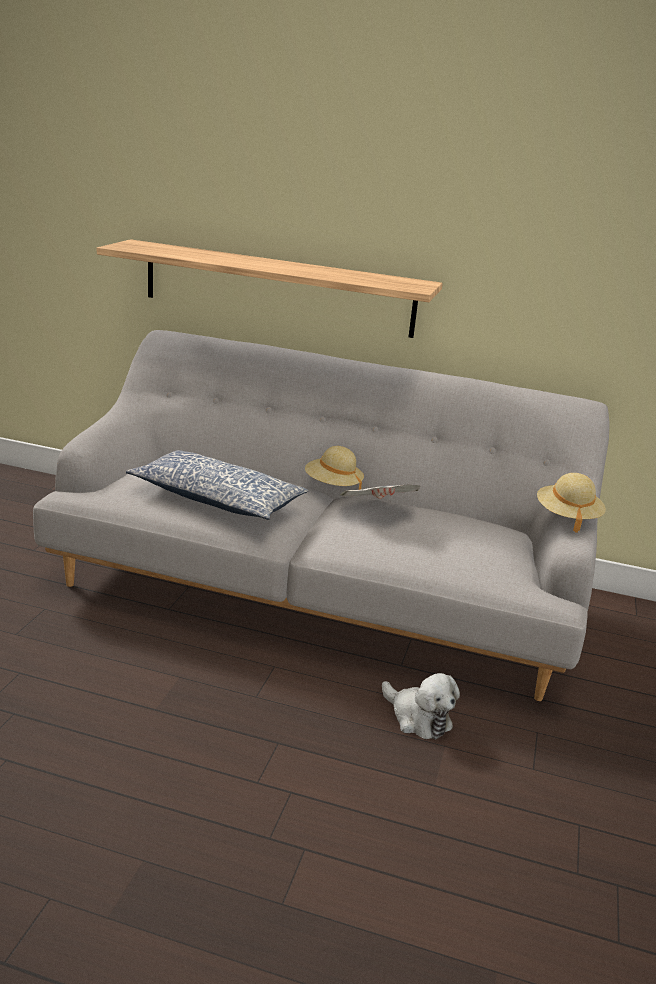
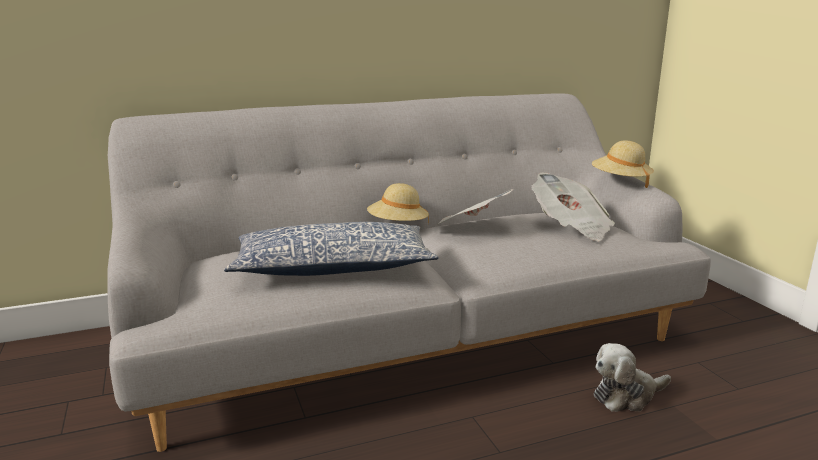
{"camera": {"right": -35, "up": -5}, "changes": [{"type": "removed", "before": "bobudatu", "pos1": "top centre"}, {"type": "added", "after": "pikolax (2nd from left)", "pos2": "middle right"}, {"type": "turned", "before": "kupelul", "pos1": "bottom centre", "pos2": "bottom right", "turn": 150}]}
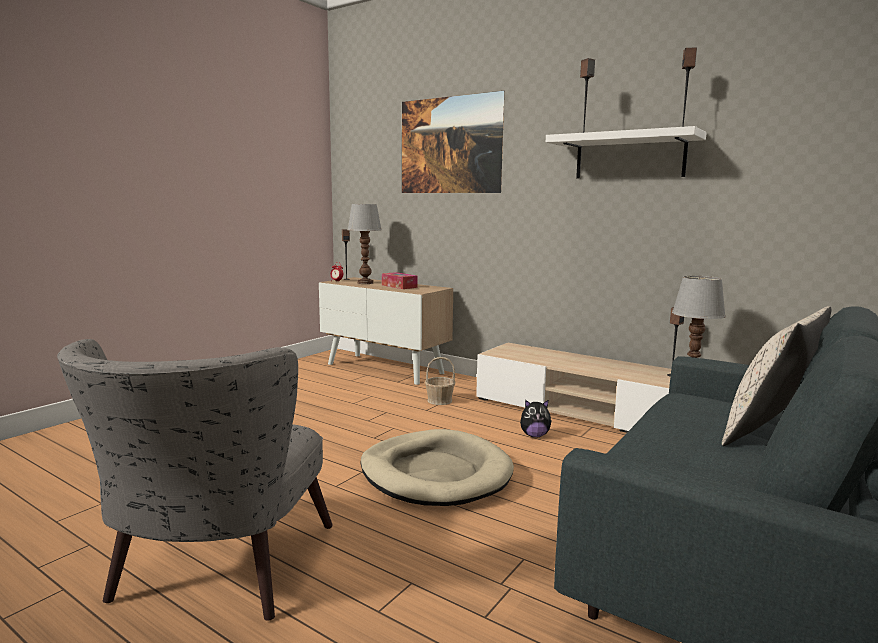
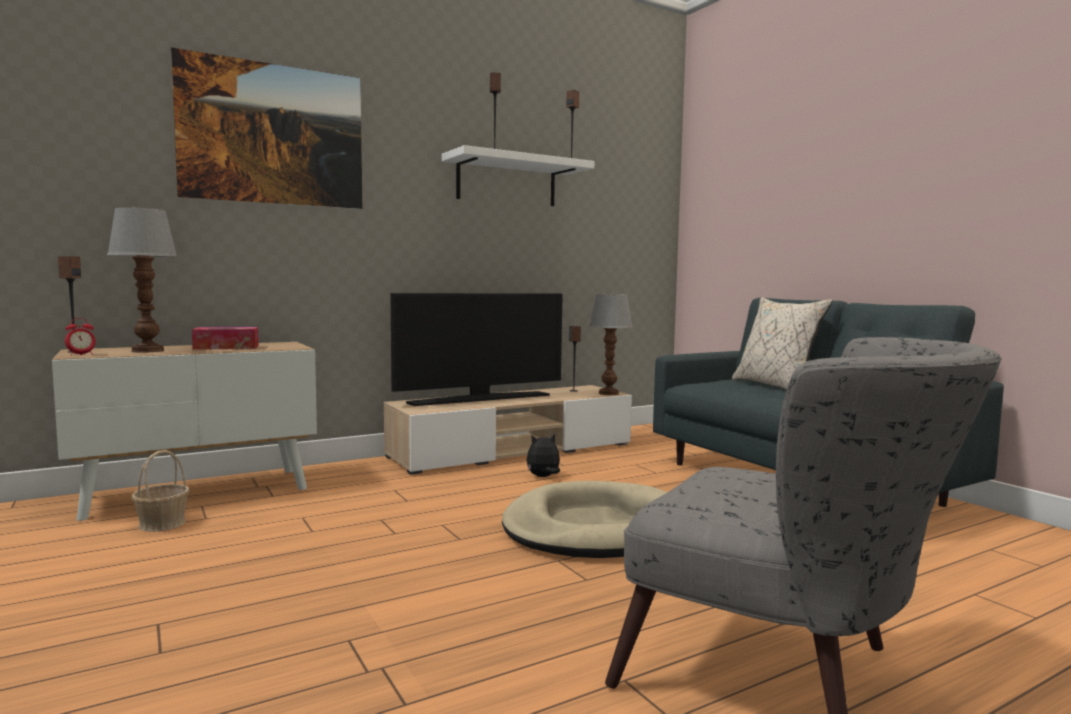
{"camera": {"right": -65, "up": -5}, "changes": [{"type": "added", "after": "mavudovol", "pos2": "centre"}, {"type": "moved", "before": "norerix", "pos1": "centre", "pos2": "bottom left"}, {"type": "turned", "before": "kupelul", "pos1": "centre", "pos2": "centre", "turn": -135}]}
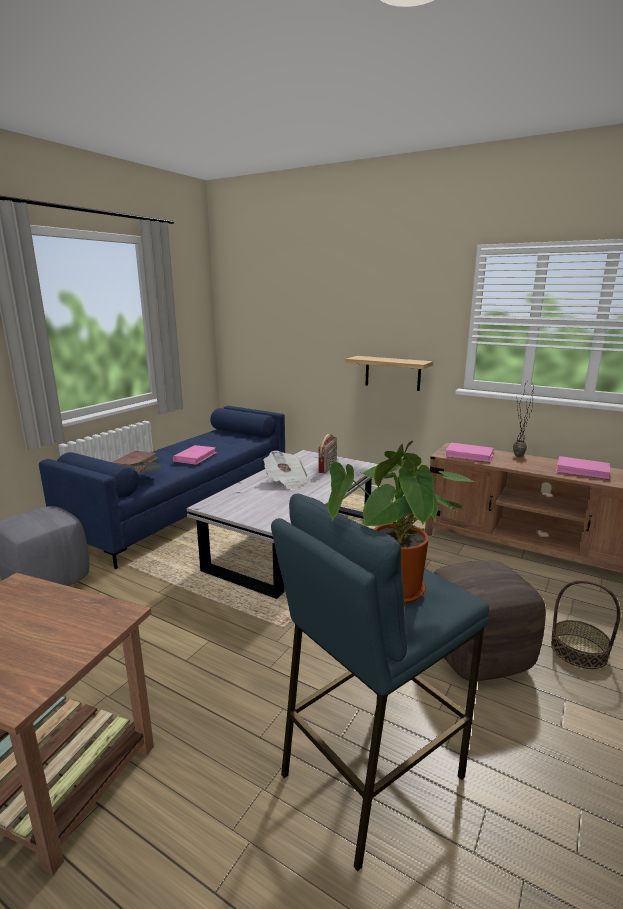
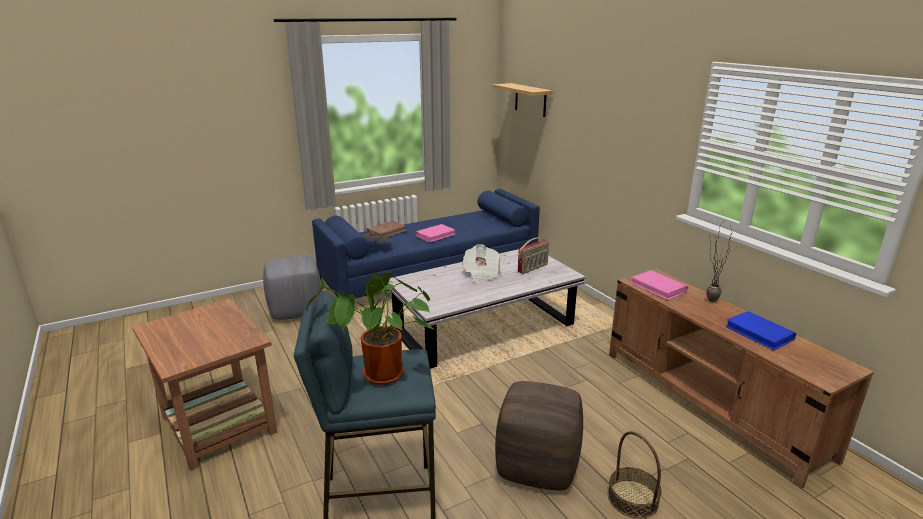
{"camera": {"right": 30, "up": 5}, "changes": [{"type": "moved", "before": "bobudatu", "pos1": "centre", "pos2": "top centre"}, {"type": "recoloured", "before": "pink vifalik (3rd from left)", "after": "blue vifalik", "pos1": "middle right", "pos2": "middle right"}]}
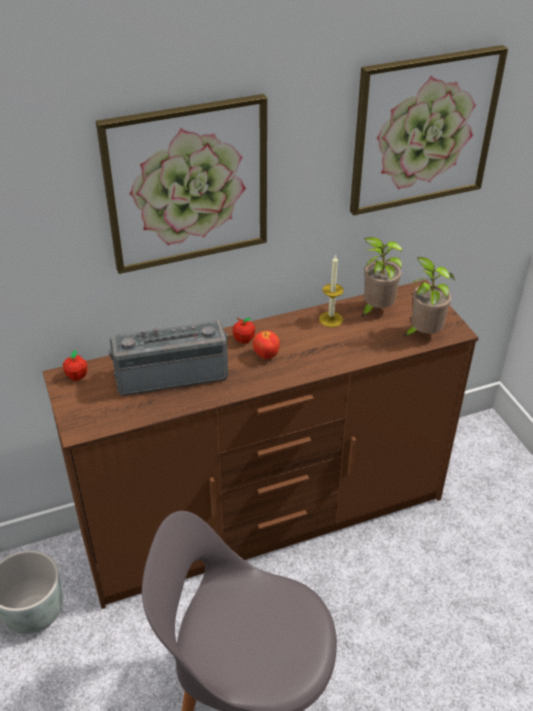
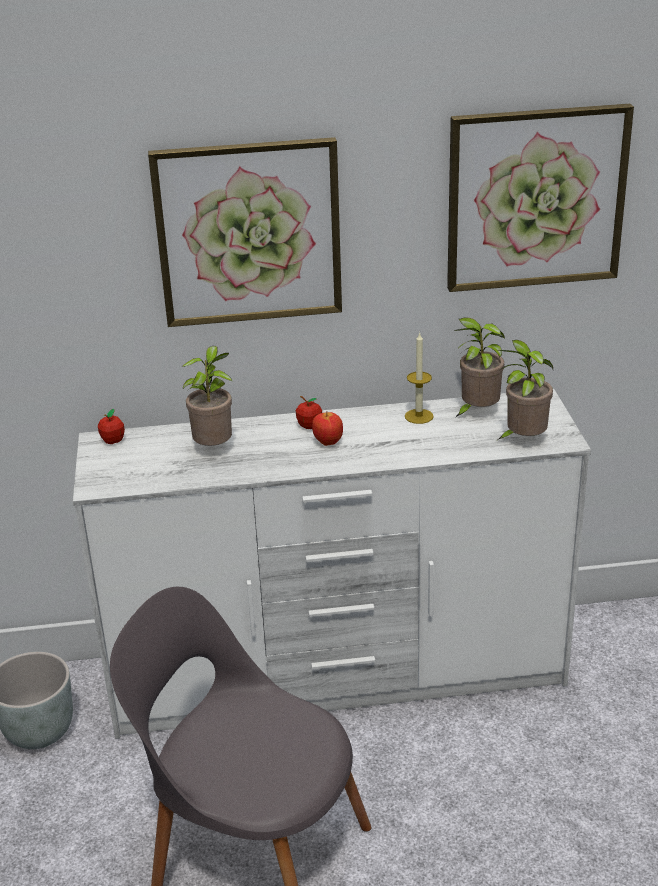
{"camera": {"right": 15, "up": -10}, "changes": [{"type": "replaced", "before": "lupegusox", "after": "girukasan (1st from left)", "pos1": "middle left", "pos2": "middle left"}, {"type": "recoloured", "before": "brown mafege", "after": "white mafege", "pos1": "centre", "pos2": "centre"}]}
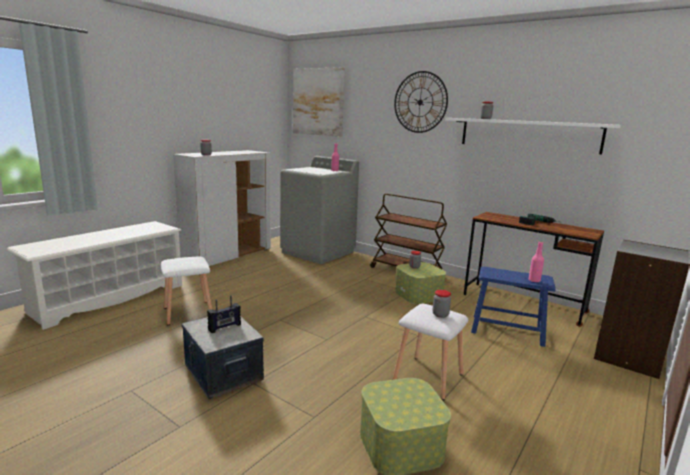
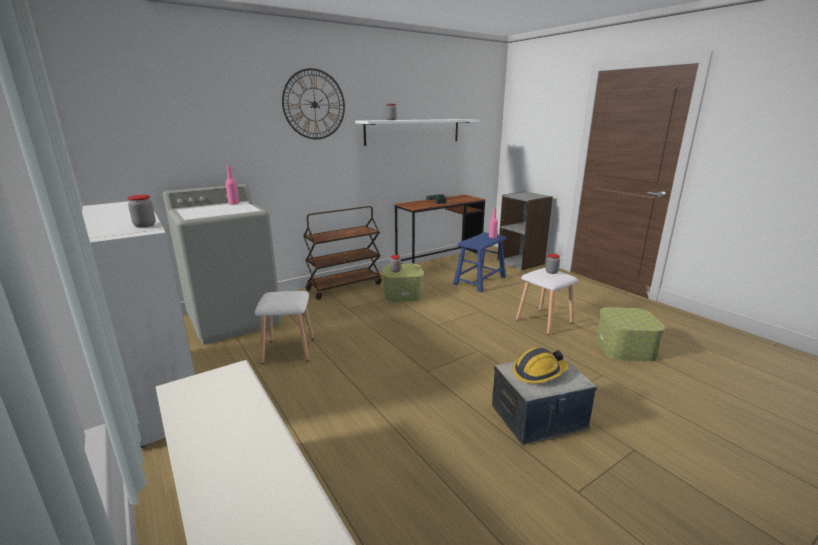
{"camera": {"right": -70, "up": 5}, "changes": [{"type": "removed", "before": "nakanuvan", "pos1": "top centre"}, {"type": "moved", "before": "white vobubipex (1st from left)", "pos1": "middle left", "pos2": "centre"}, {"type": "replaced", "before": "lupegusox", "after": "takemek", "pos1": "middle left", "pos2": "bottom centre"}]}
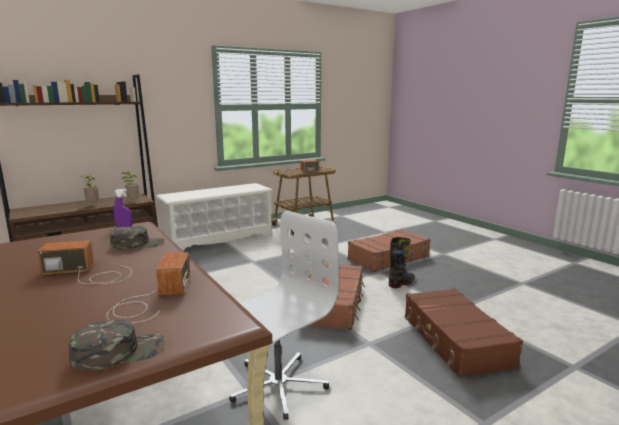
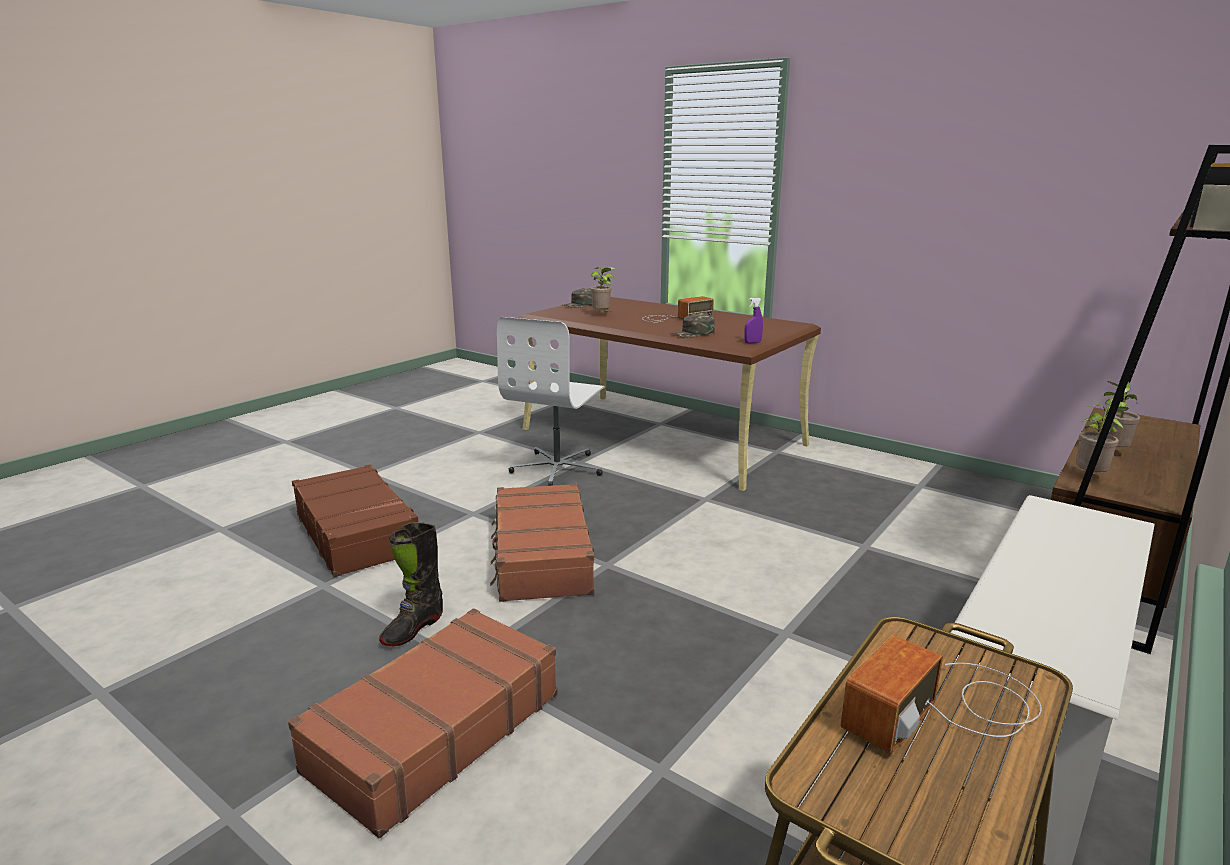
{"camera": {"right": 160, "up": 5}, "changes": [{"type": "replaced", "before": "lupegusox (2nd from left)", "after": "girukasan (1st from left)", "pos1": "bottom left", "pos2": "centre"}]}
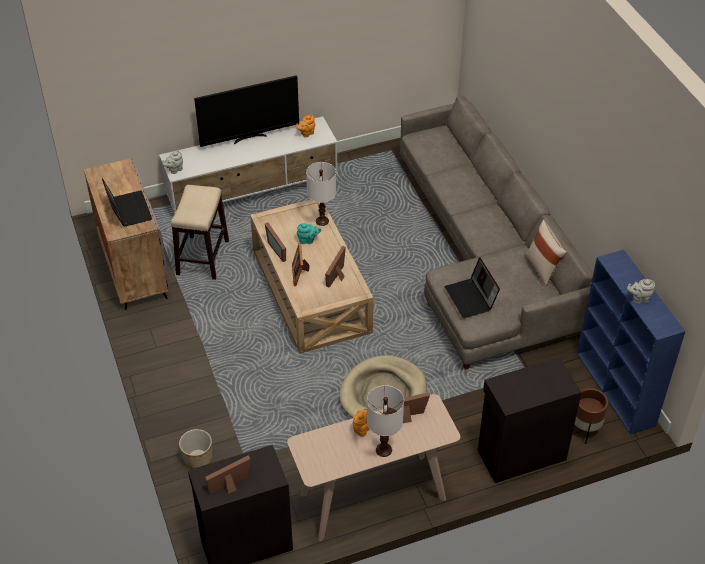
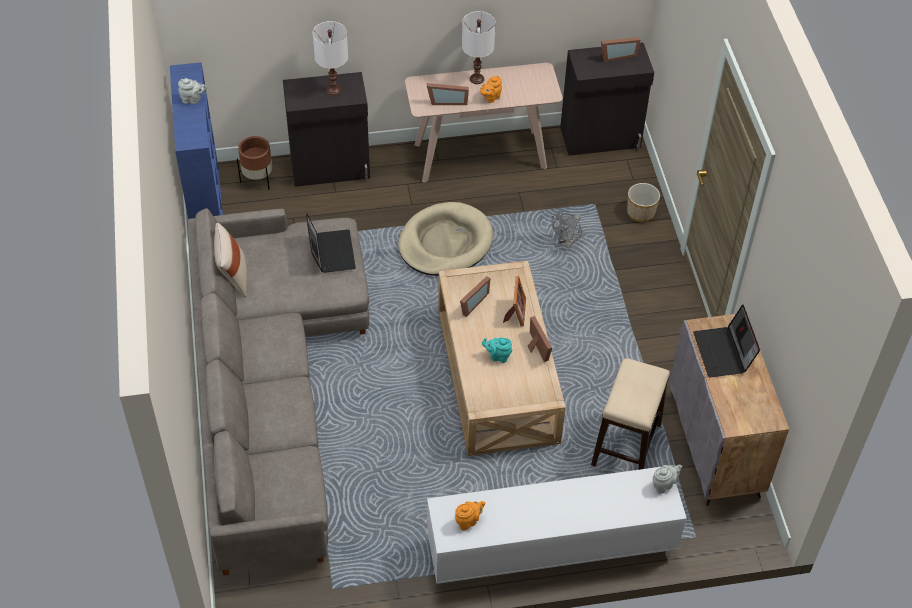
{"camera": {"right": -170, "up": 5}, "changes": [{"type": "removed", "before": "mavudovol", "pos1": "top centre"}, {"type": "added", "after": "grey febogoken", "pos2": "centre"}, {"type": "moved", "before": "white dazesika (1st from left)", "pos1": "centre", "pos2": "top centre"}]}
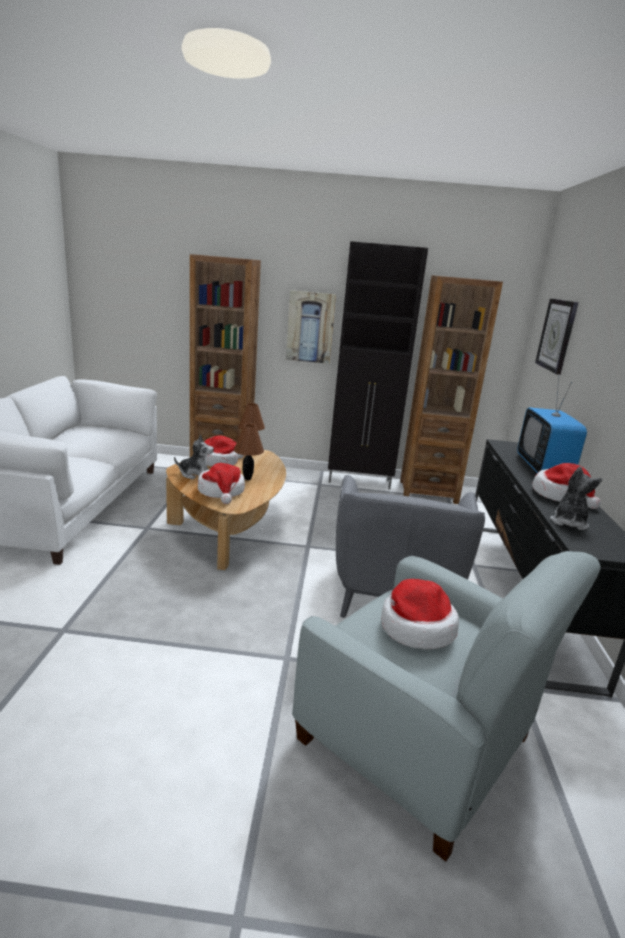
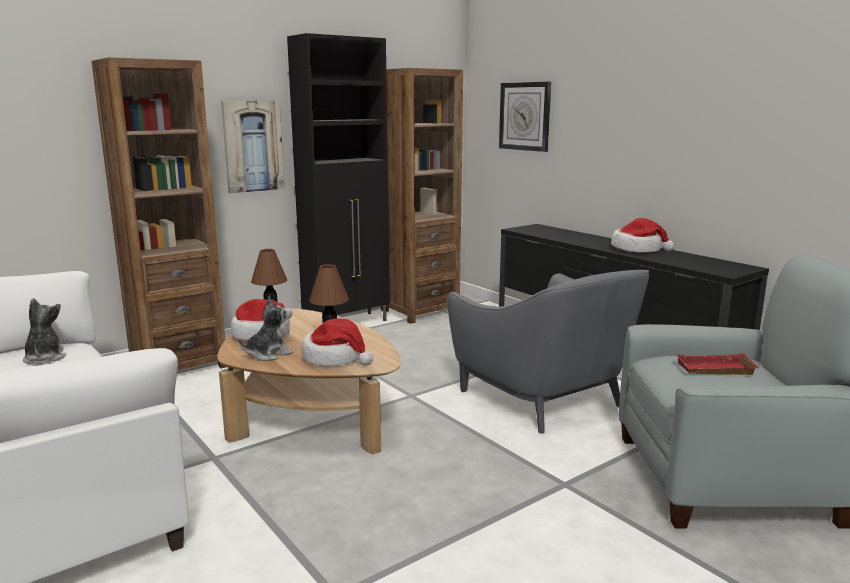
{"camera": {"right": -40, "up": -5}, "changes": [{"type": "removed", "before": "mavudovol", "pos1": "middle right"}, {"type": "moved", "before": "kupelul (2nd from left in the first image)", "after": "kupelul (1st from left)", "pos1": "middle right", "pos2": "middle left"}, {"type": "replaced", "before": "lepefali (3rd from left)", "after": "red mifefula", "pos1": "middle right", "pos2": "middle right"}]}
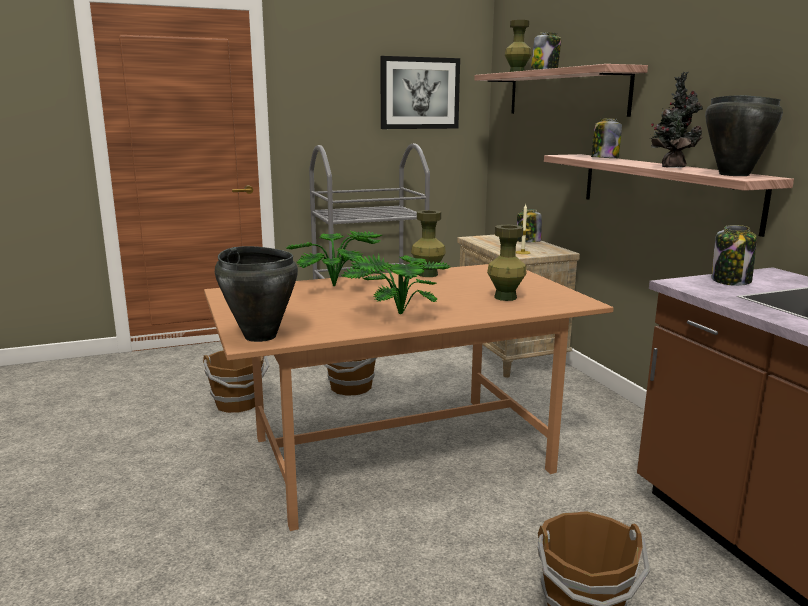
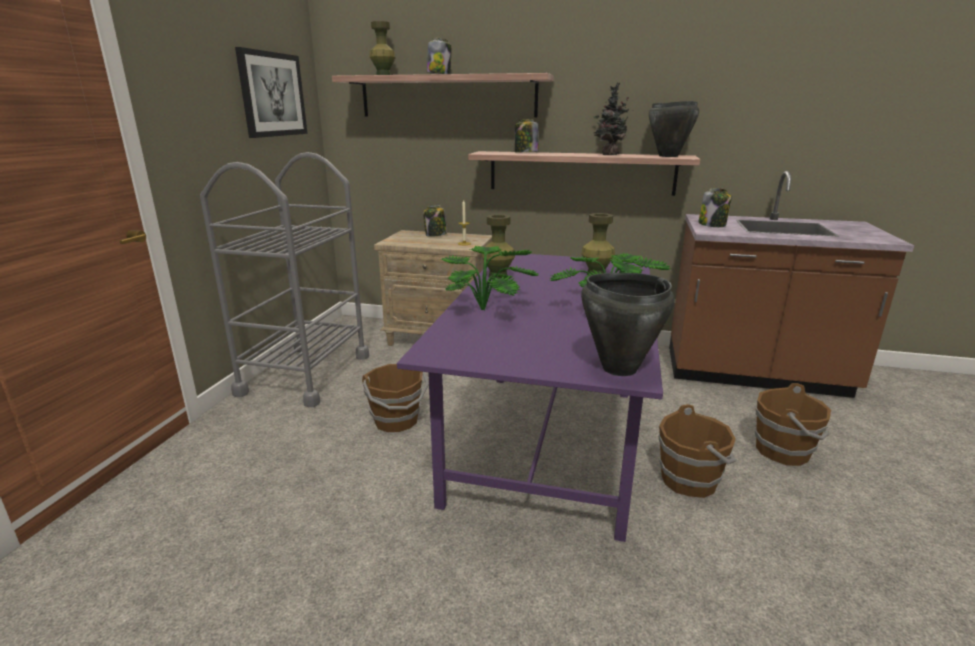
{"camera": {"right": -55, "up": 5}, "changes": [{"type": "moved", "before": "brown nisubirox (1st from left in the first image)", "after": "brown nisubirox (2nd from left)", "pos1": "middle left", "pos2": "bottom right"}, {"type": "recoloured", "before": "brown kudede", "after": "purple kudede", "pos1": "centre", "pos2": "centre"}]}
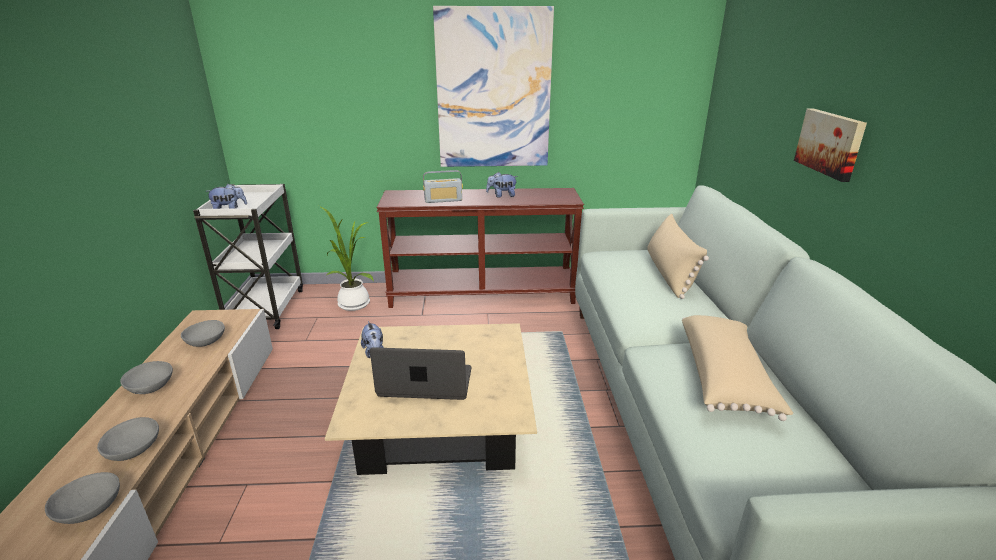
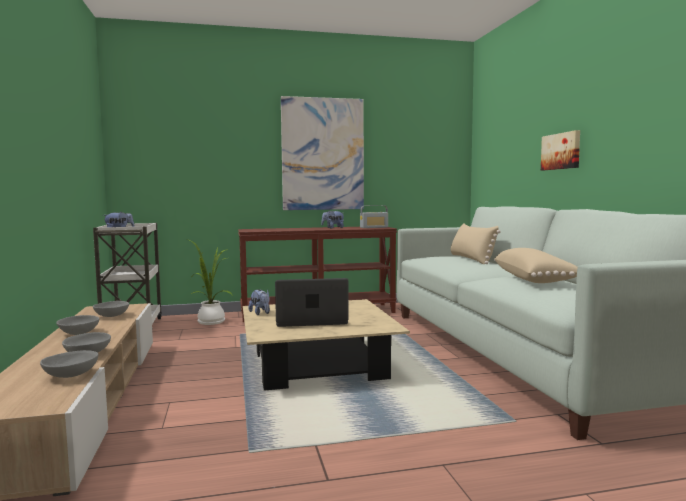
{"camera": {"right": -10, "up": -20}, "changes": [{"type": "moved", "before": "lupegusox", "pos1": "top centre", "pos2": "centre"}]}
